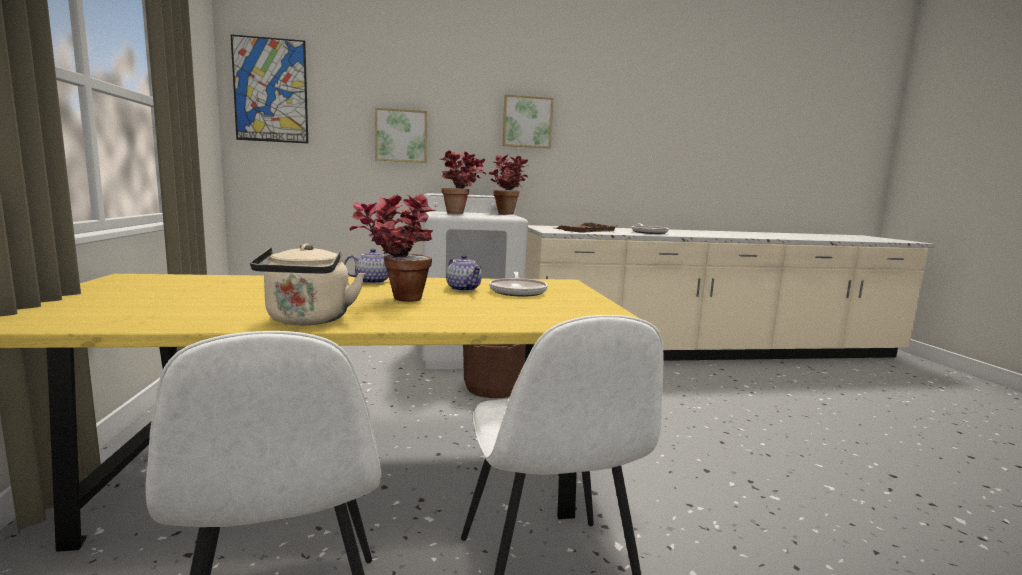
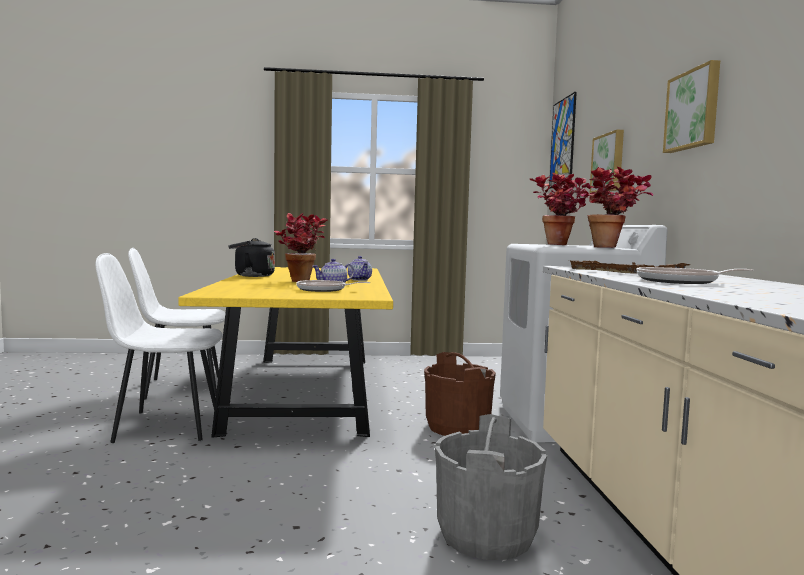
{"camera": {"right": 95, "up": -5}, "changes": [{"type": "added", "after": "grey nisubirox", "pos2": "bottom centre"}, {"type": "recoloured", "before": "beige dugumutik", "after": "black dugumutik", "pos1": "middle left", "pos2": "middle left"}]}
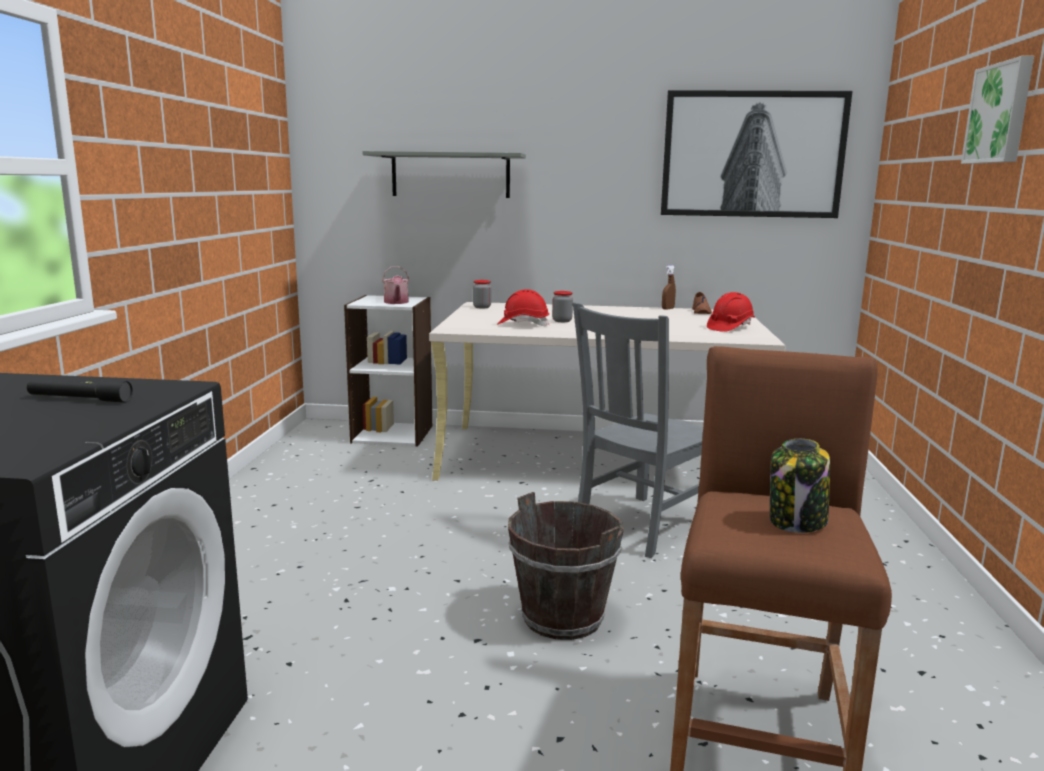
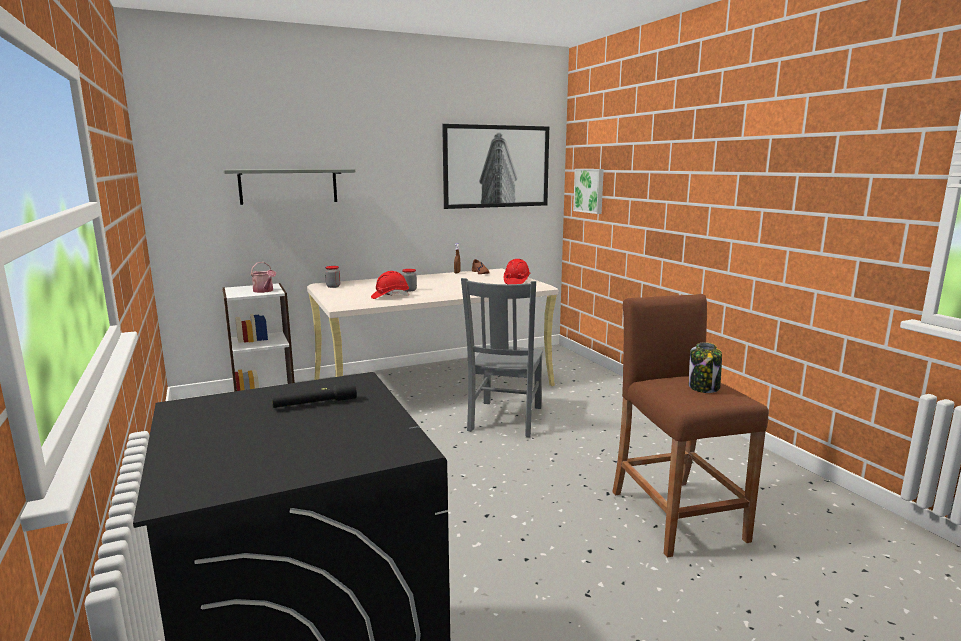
{"camera": {"right": -30, "up": 0}, "changes": [{"type": "removed", "before": "brown nisubirox", "pos1": "bottom centre"}, {"type": "moved", "before": "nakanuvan (2nd from left)", "pos1": "top right", "pos2": "top centre"}]}
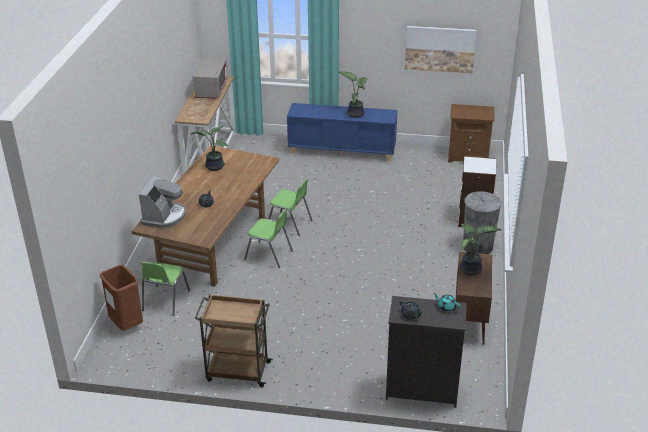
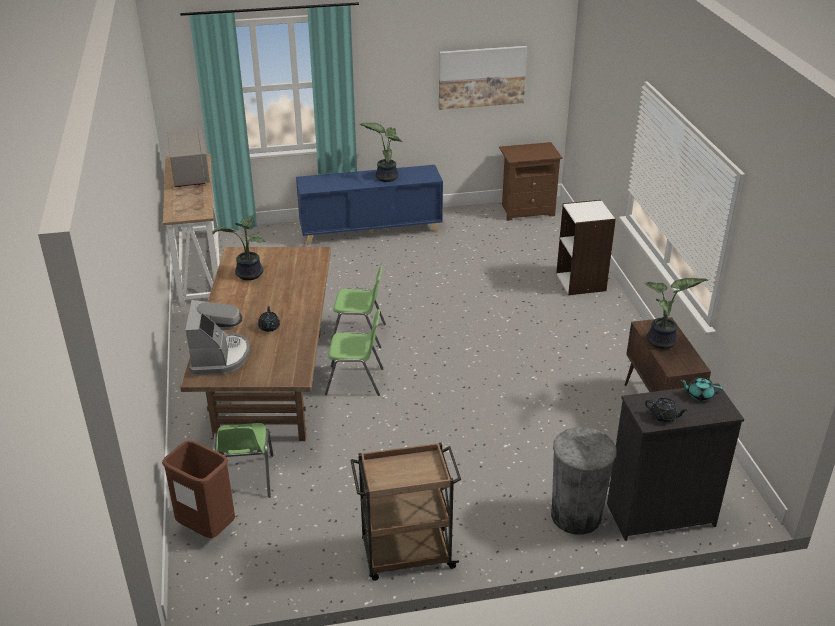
{"camera": {"right": -20, "up": 0}, "changes": [{"type": "moved", "before": "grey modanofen", "pos1": "middle right", "pos2": "bottom right"}]}
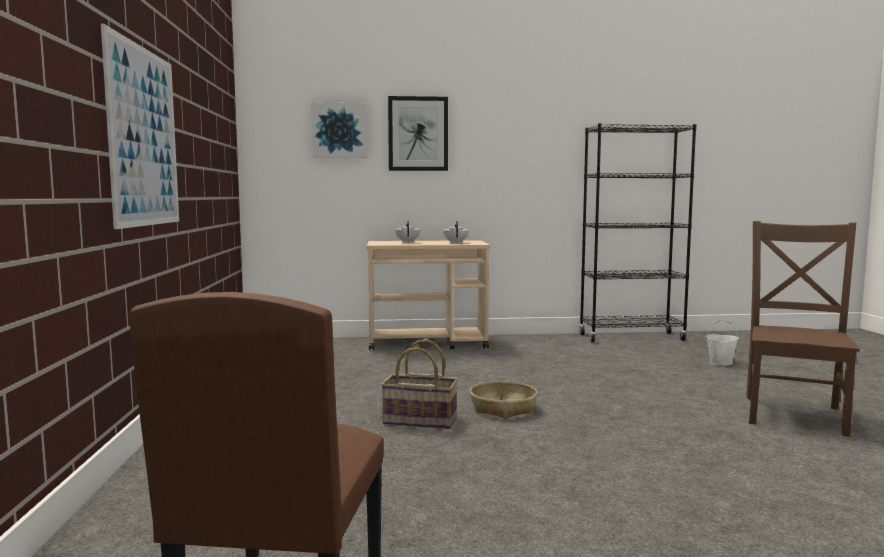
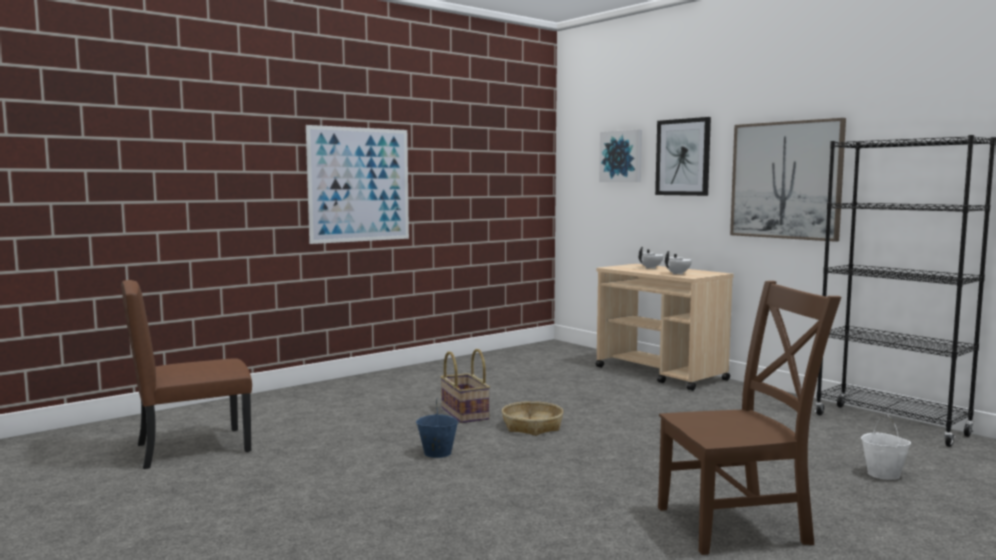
{"camera": {"right": 55, "up": 0}, "changes": [{"type": "added", "after": "blue nisubirox", "pos2": "bottom centre"}, {"type": "added", "after": "nakanuvan (4th from left)", "pos2": "top right"}]}
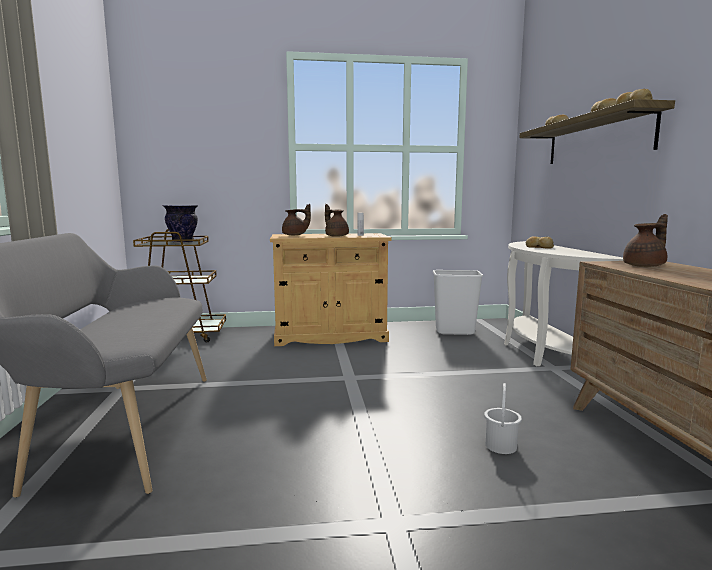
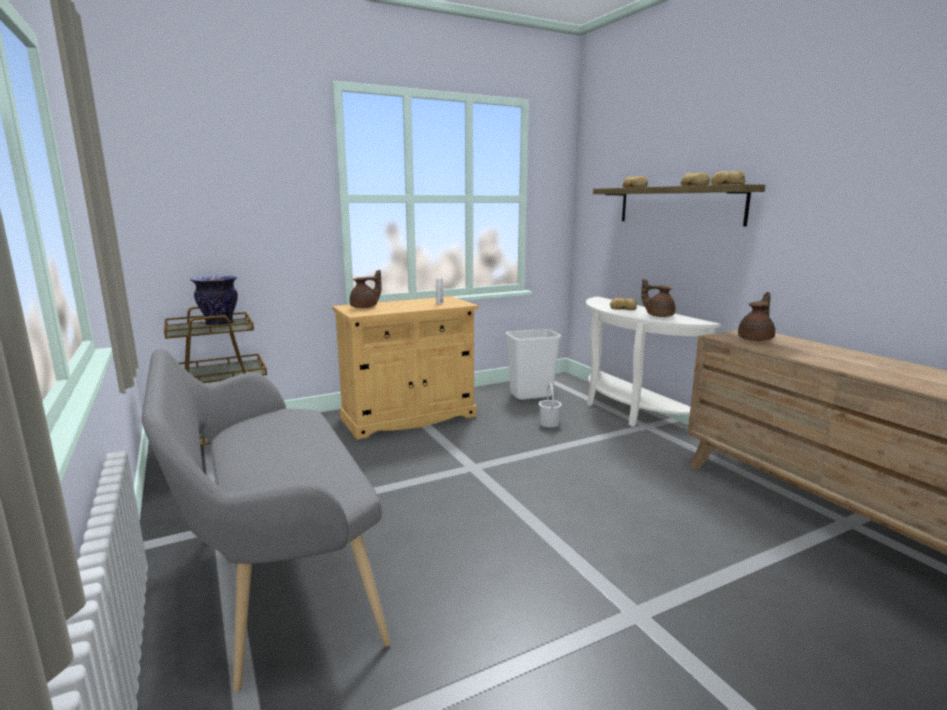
{"camera": {"right": -20, "up": 5}, "changes": [{"type": "moved", "before": "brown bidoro (2nd from left)", "pos1": "centre", "pos2": "middle right"}, {"type": "moved", "before": "white nisubirox", "pos1": "bottom right", "pos2": "centre"}]}
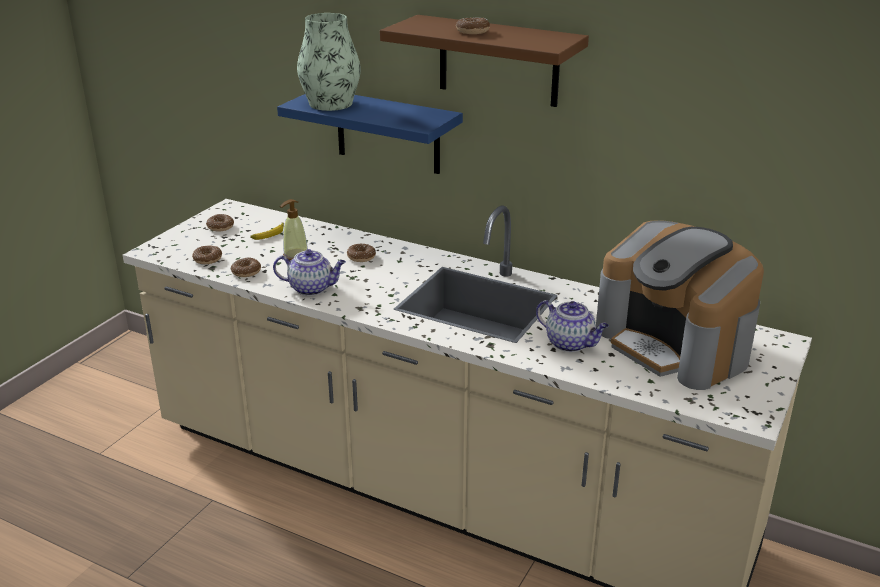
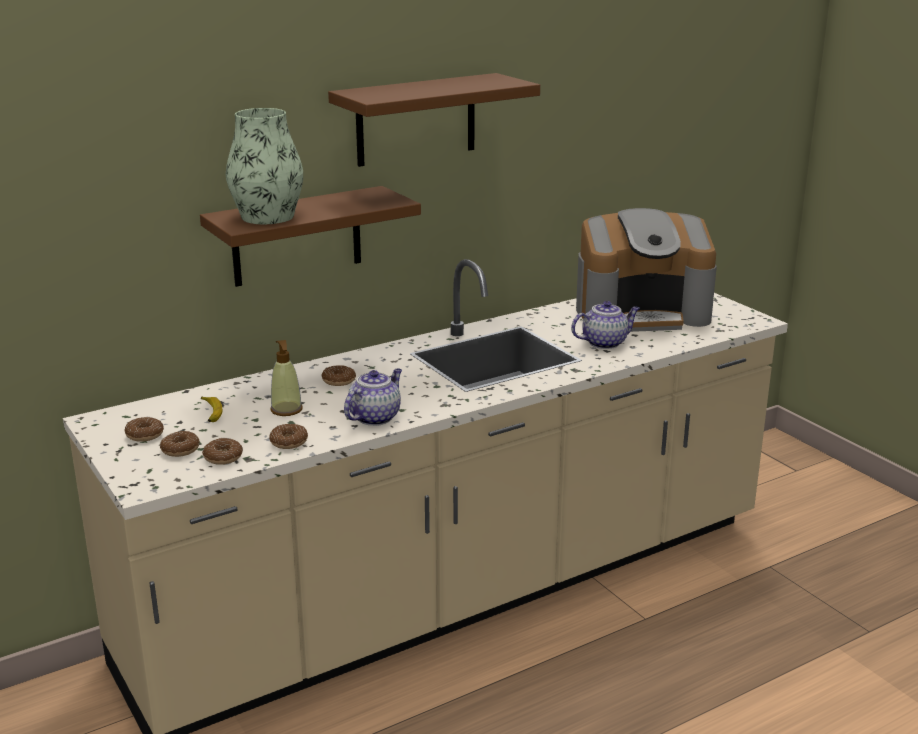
{"camera": {"right": -60, "up": -5}, "changes": [{"type": "moved", "before": "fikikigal (5th from left in the first image)", "after": "fikikigal (2nd from left)", "pos1": "top centre", "pos2": "middle left"}, {"type": "recoloured", "before": "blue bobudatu", "after": "brown bobudatu (1st from left)", "pos1": "top centre", "pos2": "top centre"}]}
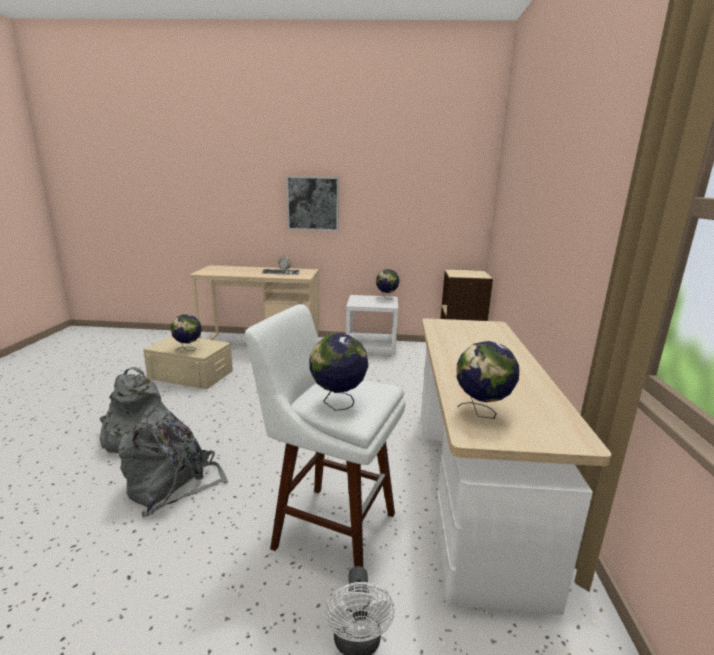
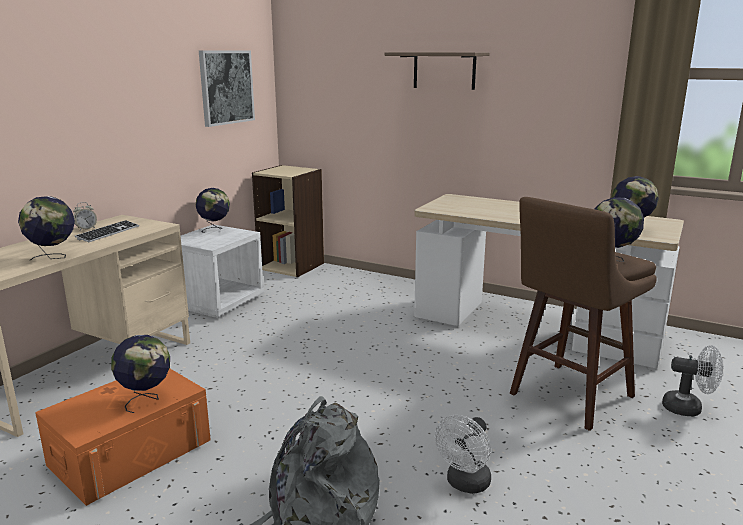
{"camera": {"right": -65, "up": 0}, "changes": [{"type": "added", "after": "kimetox (1st from left)", "pos2": "middle left"}, {"type": "added", "after": "bobudatu", "pos2": "top centre"}, {"type": "moved", "before": "nakanuvan", "pos1": "top centre", "pos2": "top left"}, {"type": "replaced", "before": "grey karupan (2nd from left)", "after": "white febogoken (1st from left)", "pos1": "bottom left", "pos2": "bottom centre"}, {"type": "recoloured", "before": "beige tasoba", "after": "orange tasoba", "pos1": "middle left", "pos2": "bottom left"}, {"type": "recoloured", "before": "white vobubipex", "after": "brown vobubipex", "pos1": "centre", "pos2": "middle right"}]}
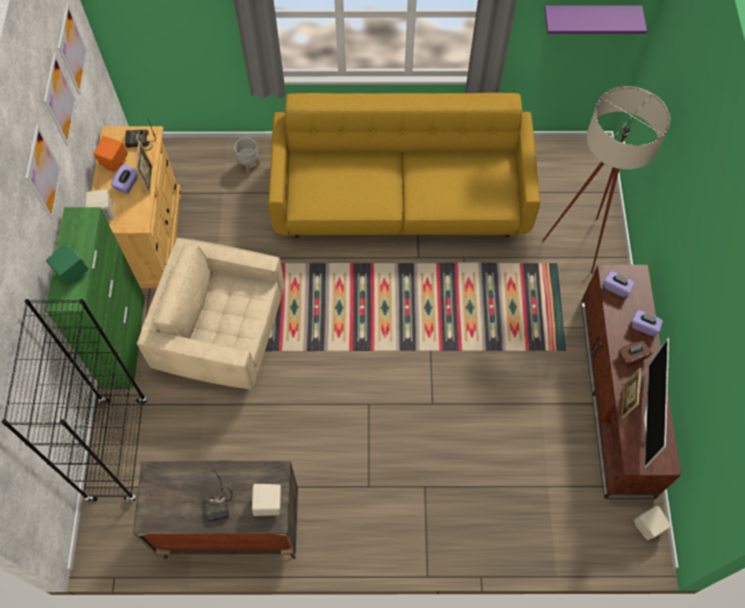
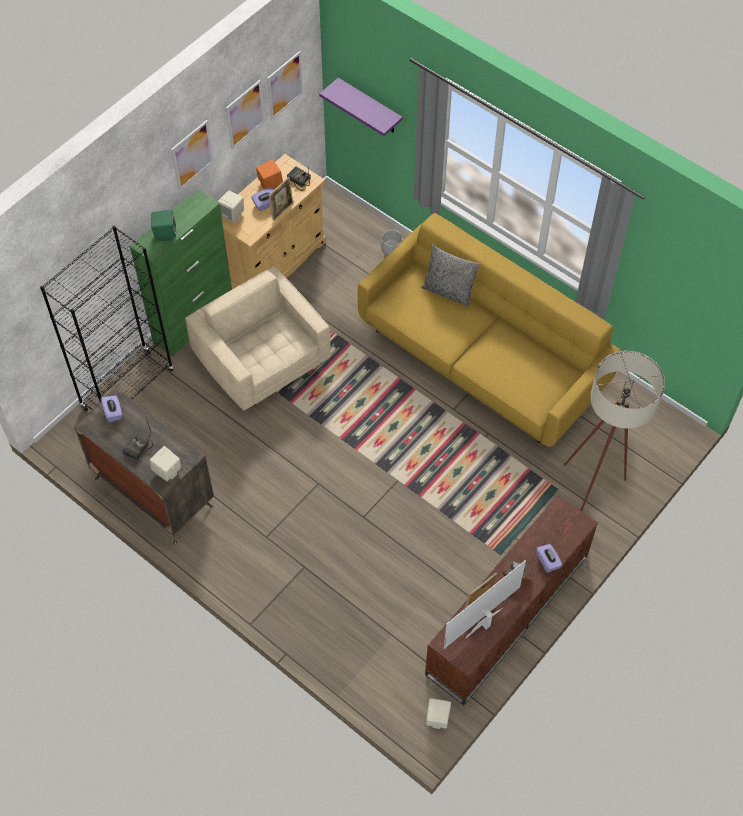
{"camera": {"right": 40, "up": -5}, "changes": [{"type": "added", "after": "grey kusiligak", "pos2": "centre"}, {"type": "moved", "before": "purple bobudatu", "pos1": "top right", "pos2": "top centre"}, {"type": "moved", "before": "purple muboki (2nd from left in the first image)", "after": "purple muboki (1st from left)", "pos1": "middle right", "pos2": "middle left"}]}
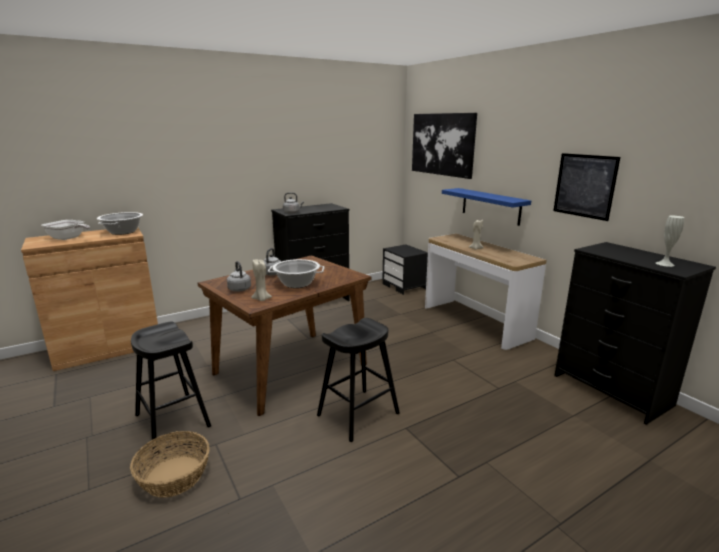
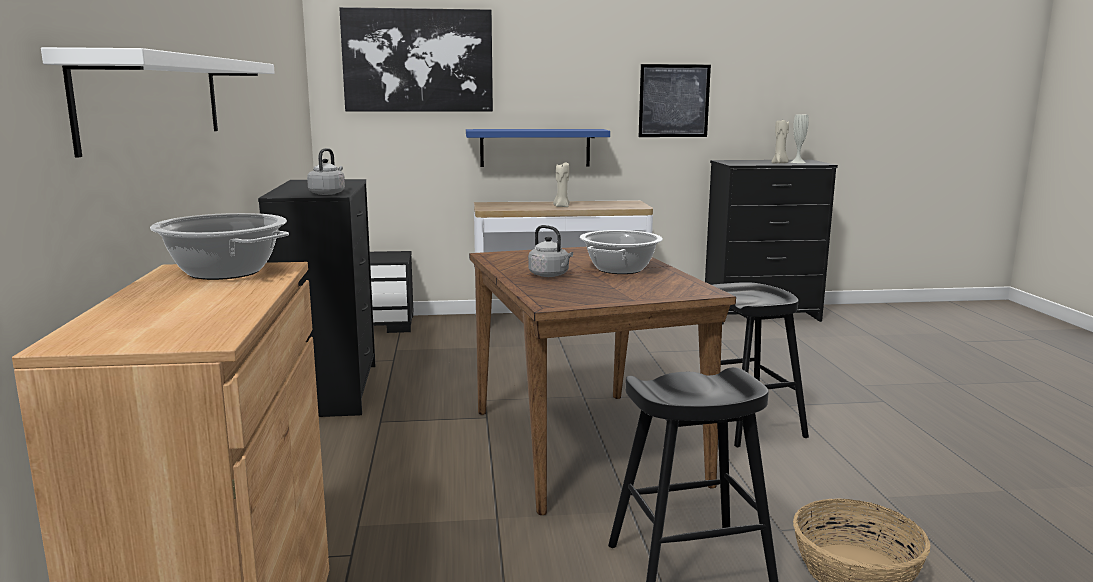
{"camera": {"right": -65, "up": -5}, "changes": [{"type": "removed", "before": "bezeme", "pos1": "middle left"}, {"type": "removed", "before": "grey dugumutik (1st from left)", "pos1": "middle left"}, {"type": "added", "after": "white bobudatu", "pos2": "top left"}, {"type": "moved", "before": "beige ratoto (1st from left in the first image)", "after": "beige ratoto (2nd from left)", "pos1": "centre", "pos2": "top right"}]}
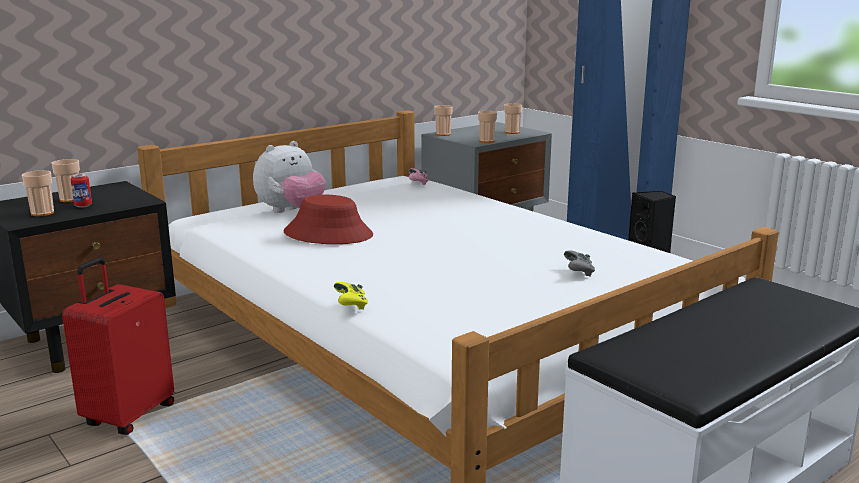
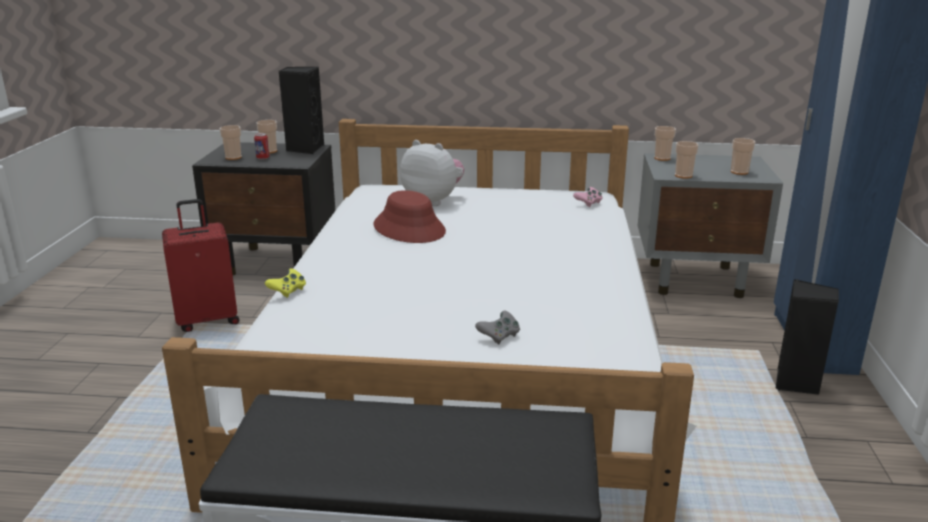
{"camera": {"right": 45, "up": 5}, "changes": [{"type": "added", "after": "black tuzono (1st from left)", "pos2": "top left"}, {"type": "turned", "before": "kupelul", "pos1": "centre", "pos2": "top centre", "turn": -150}]}
